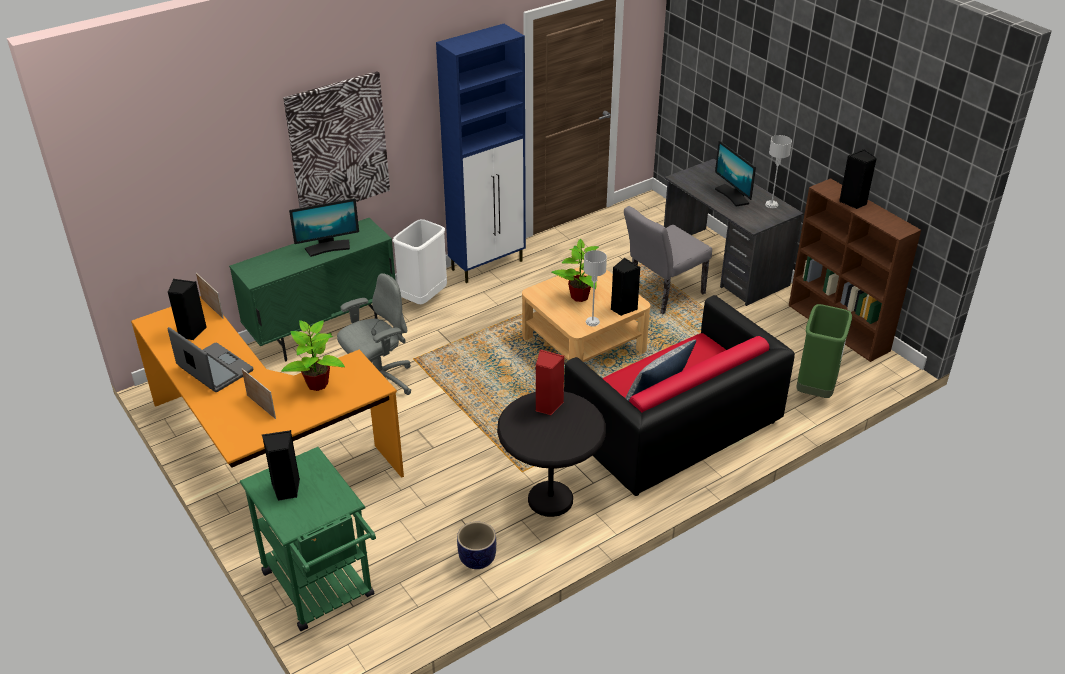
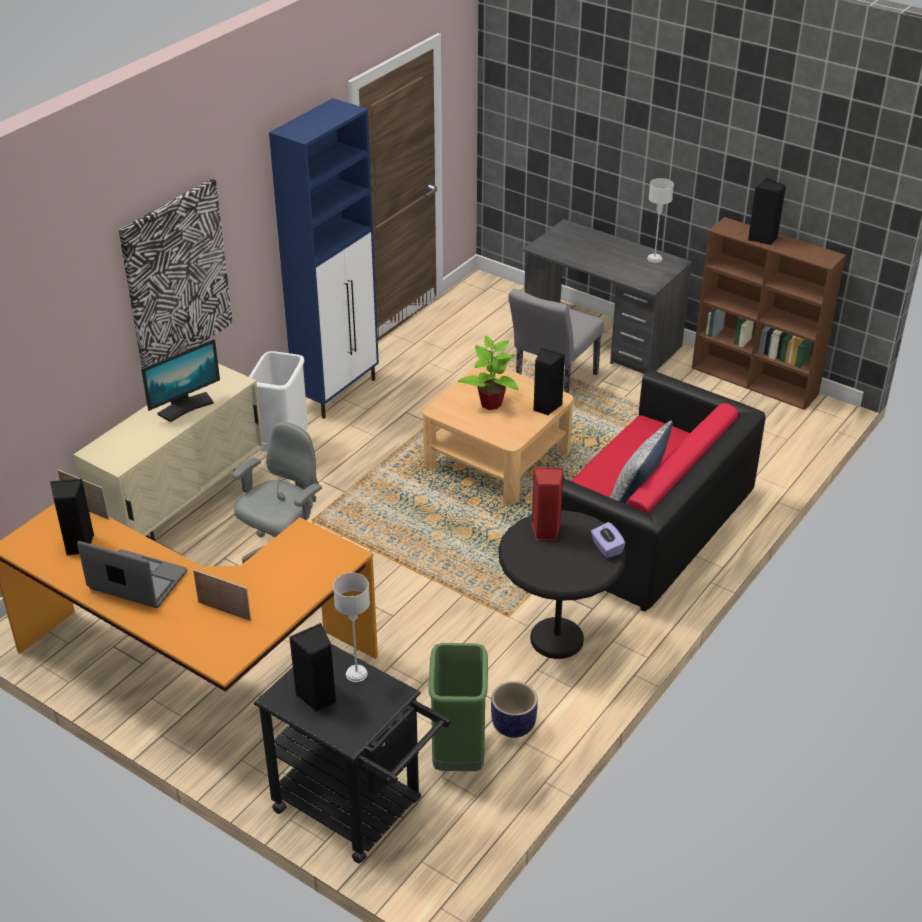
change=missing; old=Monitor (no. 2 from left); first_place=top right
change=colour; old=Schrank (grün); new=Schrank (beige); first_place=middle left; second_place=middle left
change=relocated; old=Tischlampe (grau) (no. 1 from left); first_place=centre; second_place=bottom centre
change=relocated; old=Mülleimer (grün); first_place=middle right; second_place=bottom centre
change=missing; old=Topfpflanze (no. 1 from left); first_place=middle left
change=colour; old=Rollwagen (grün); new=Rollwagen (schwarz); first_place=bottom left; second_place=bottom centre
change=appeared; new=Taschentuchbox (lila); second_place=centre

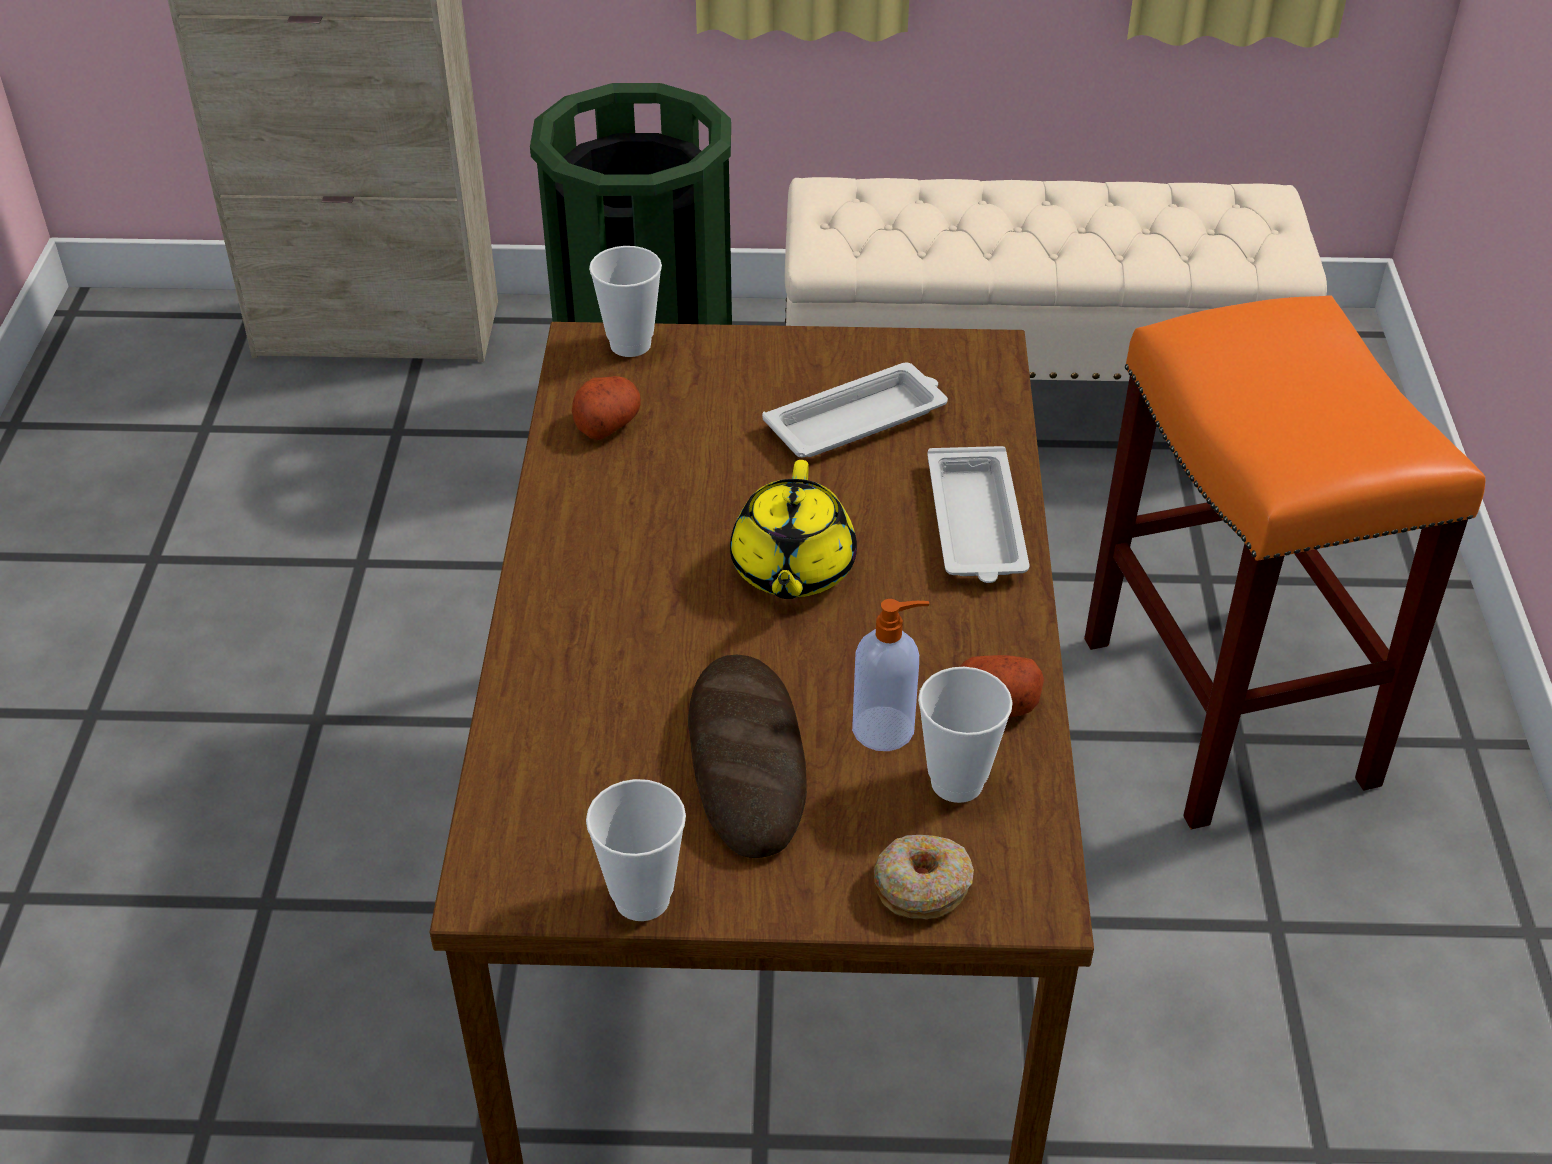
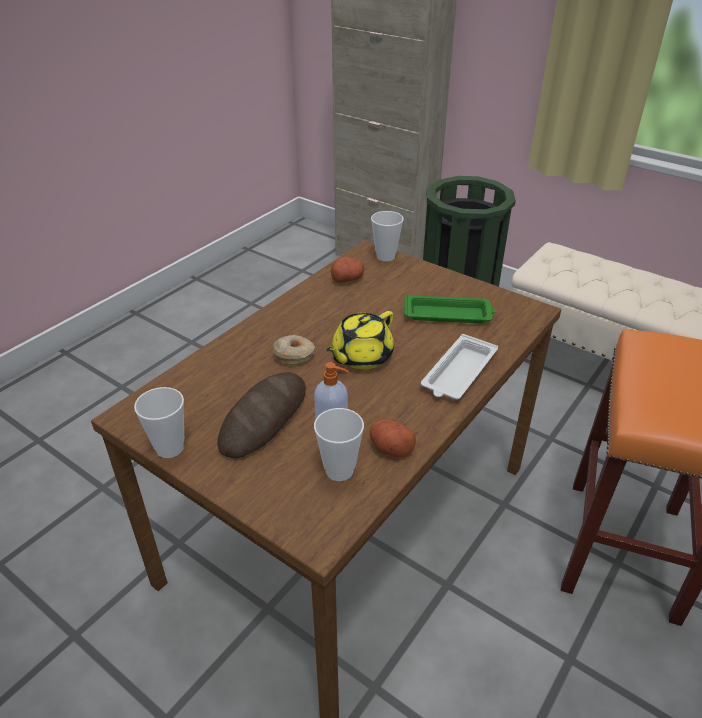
change=colour; old=Tablett (weiß) (no. 1 from left); new=Tablett (grün); first_place=centre; second_place=centre
change=relocated; old=Donut; first_place=bottom centre; second_place=centre

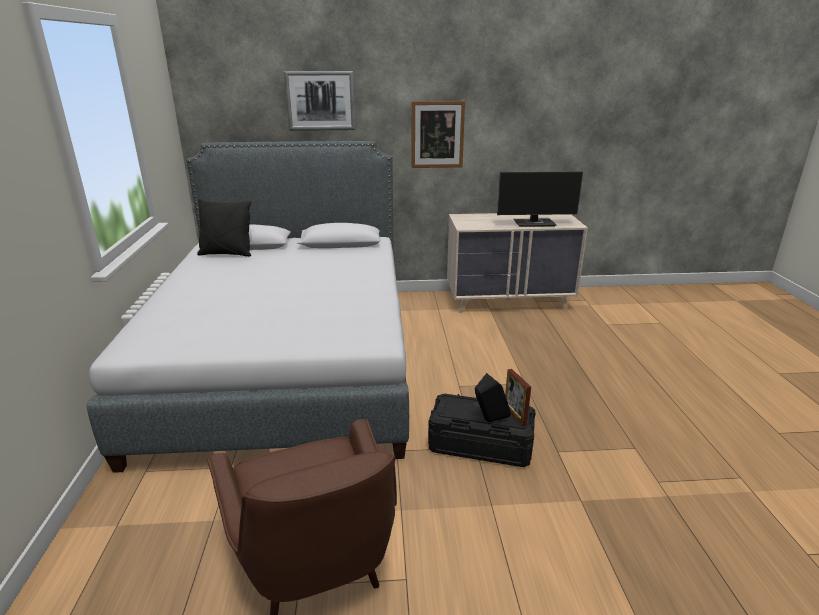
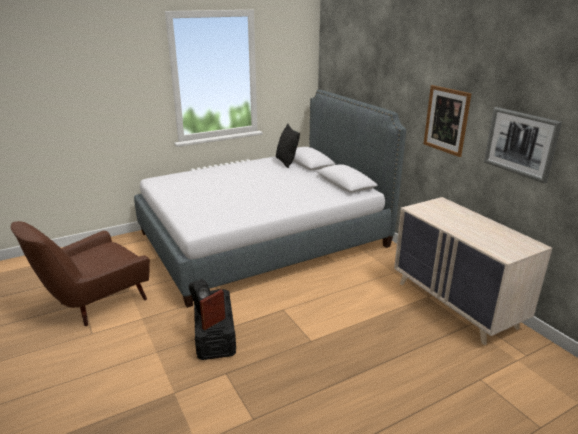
change=relocated; old=Bild (no. 1 from left in the first image); new=Bild (no. 2 from left); first_place=top centre; second_place=middle right
change=missing; old=Monitor; first_place=top centre

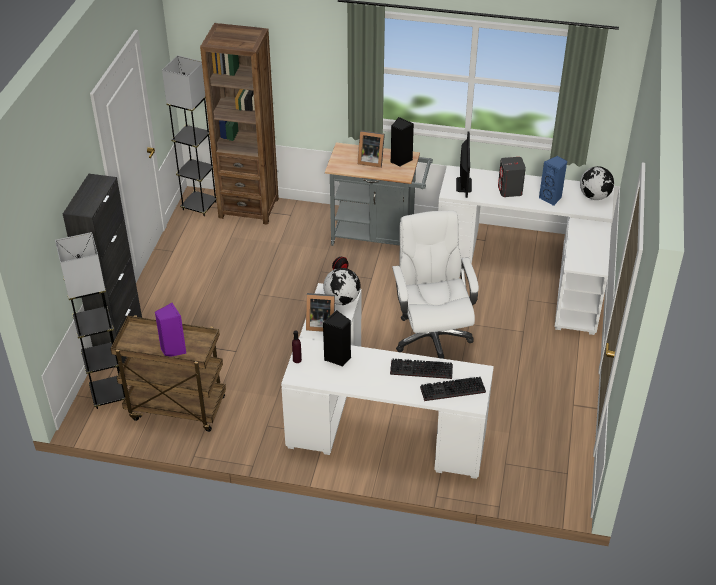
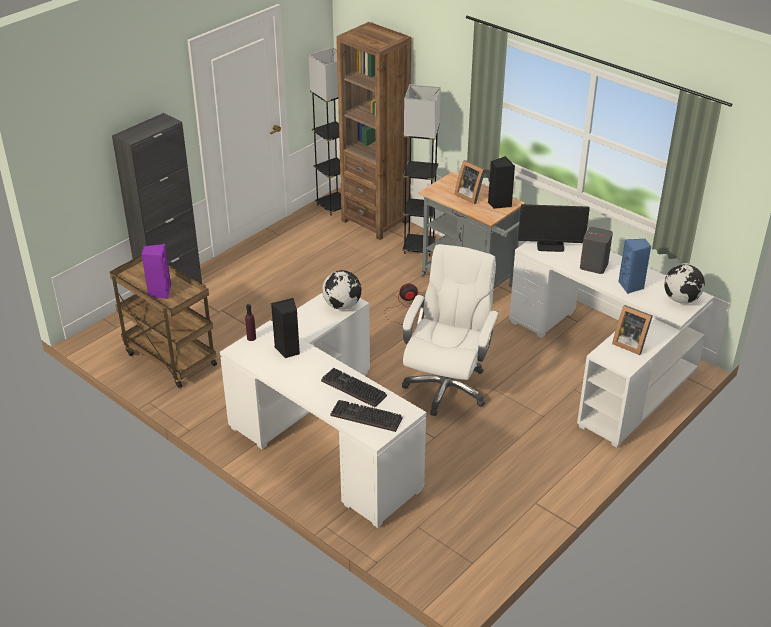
change=spun; old=Monitor; first_place=top centre; second_place=middle right; degrees=60
change=relocated; old=Stehlampe (grau) (no. 1 from left in the first image); new=Stehlampe (grau) (no. 2 from left); first_place=middle left; second_place=top centre
change=relocated; old=Bilderrahmen (no. 1 from left in the first image); new=Bilderrahmen (no. 2 from left); first_place=centre; second_place=middle right

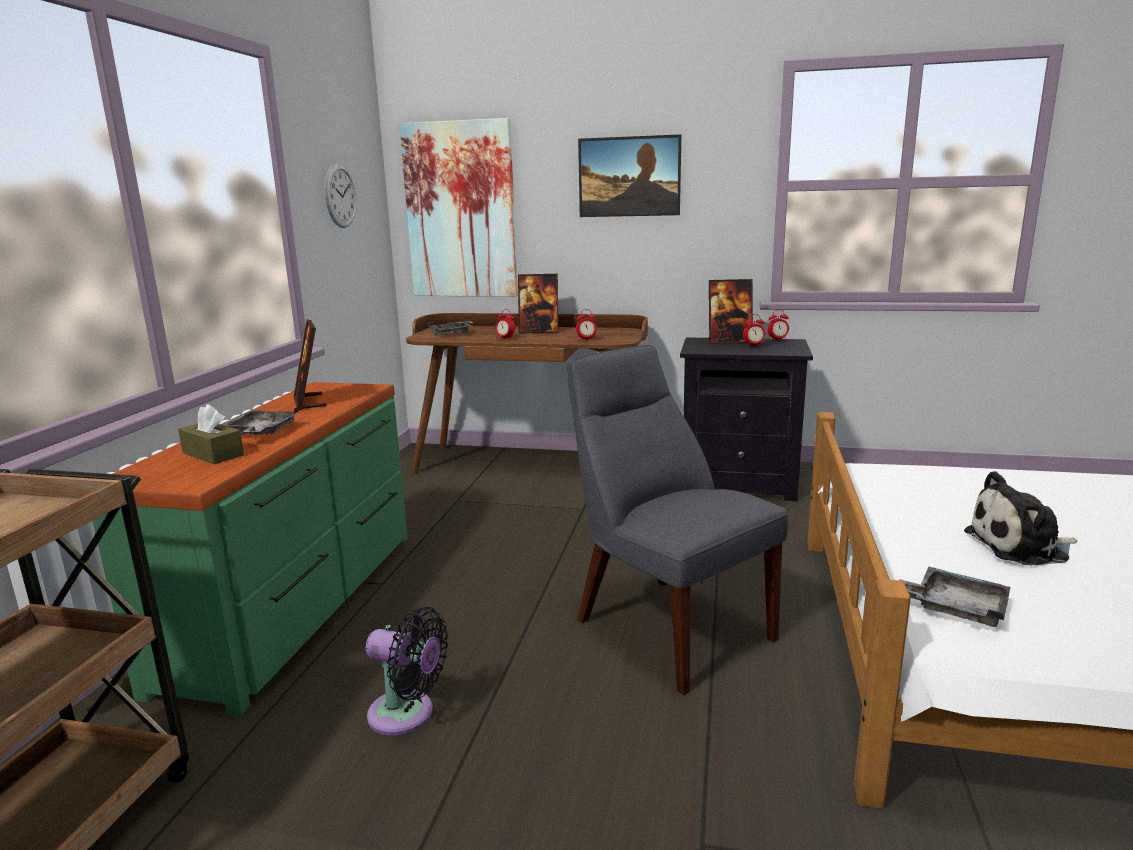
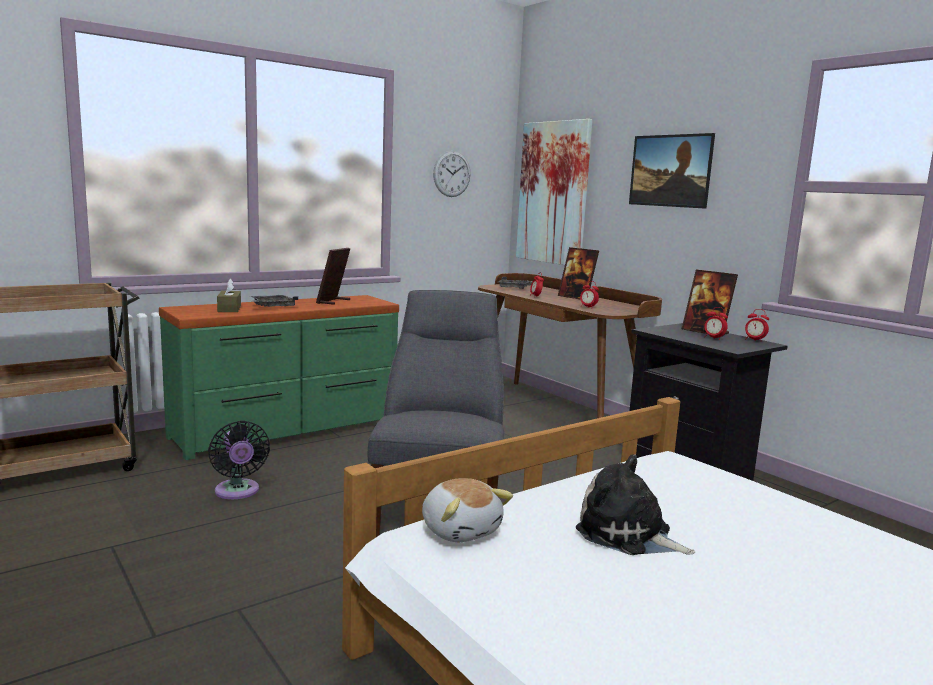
change=exchanged; old=Tablett (grau) (no. 3 from left); new=Plüschtier (no. 1 from left); first_place=bottom right; second_place=bottom centre

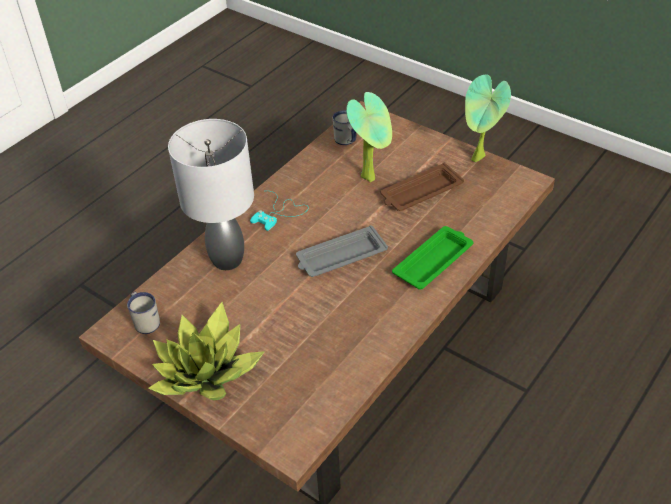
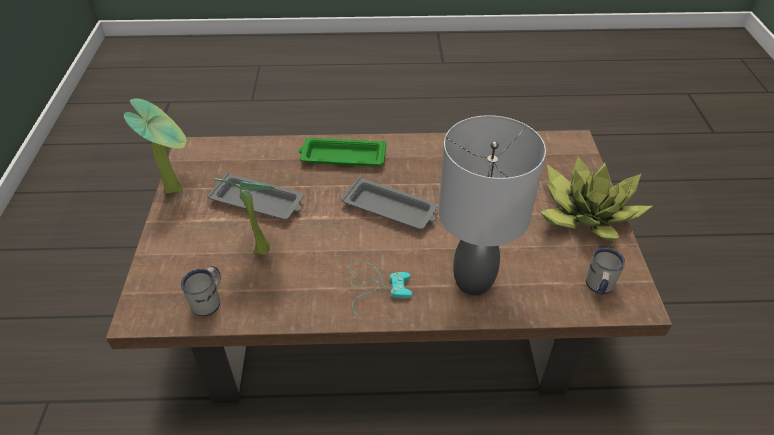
change=colour; old=Tablett (braun); new=Tablett (grau) (no. 1 from left); first_place=centre; second_place=middle left

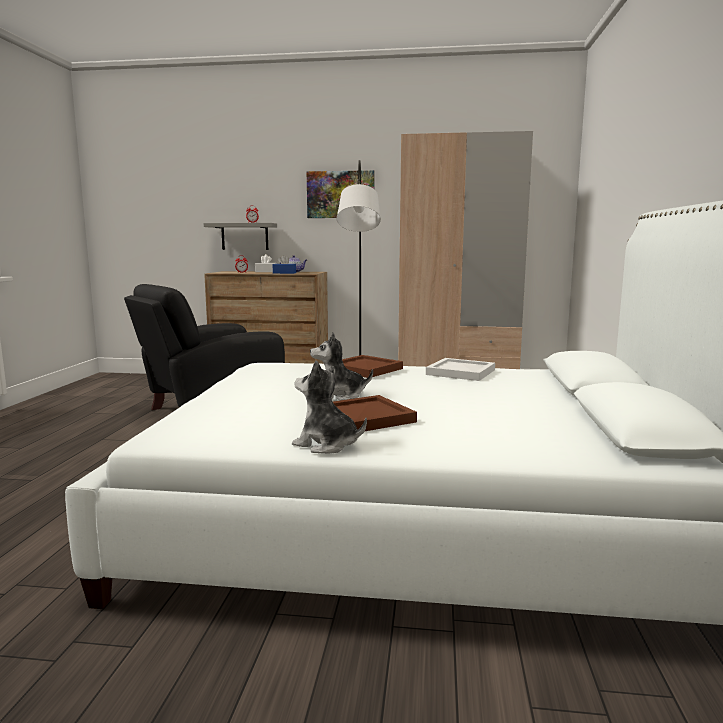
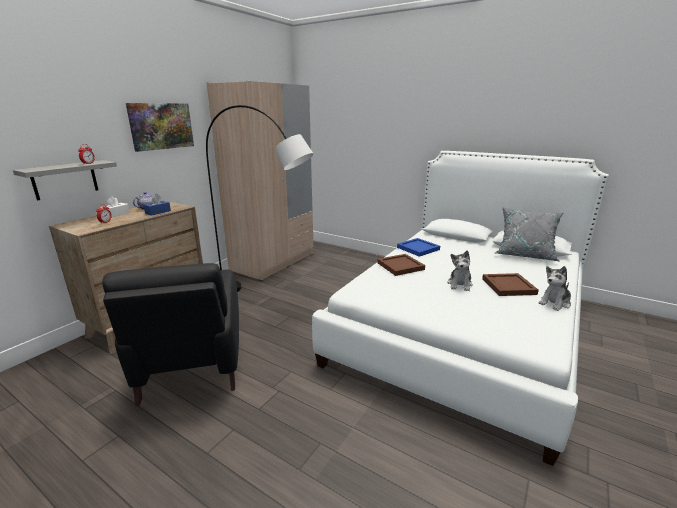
change=colour; old=Tablett (weiß); new=Tablett (blau); first_place=centre; second_place=centre
change=appeared; new=Kissen (grau); second_place=middle right

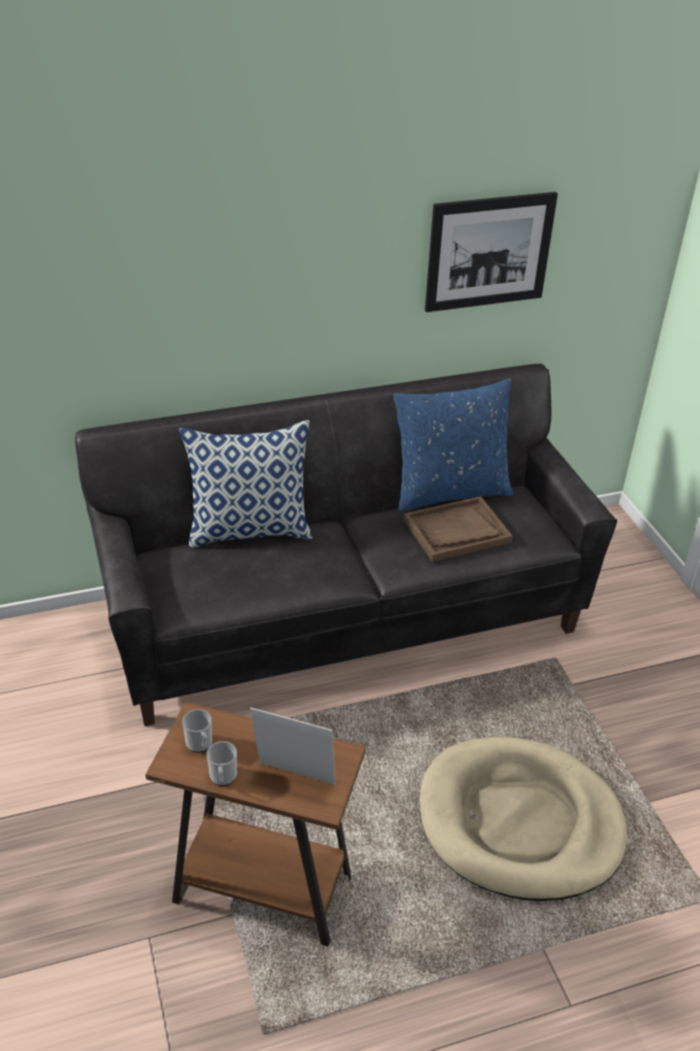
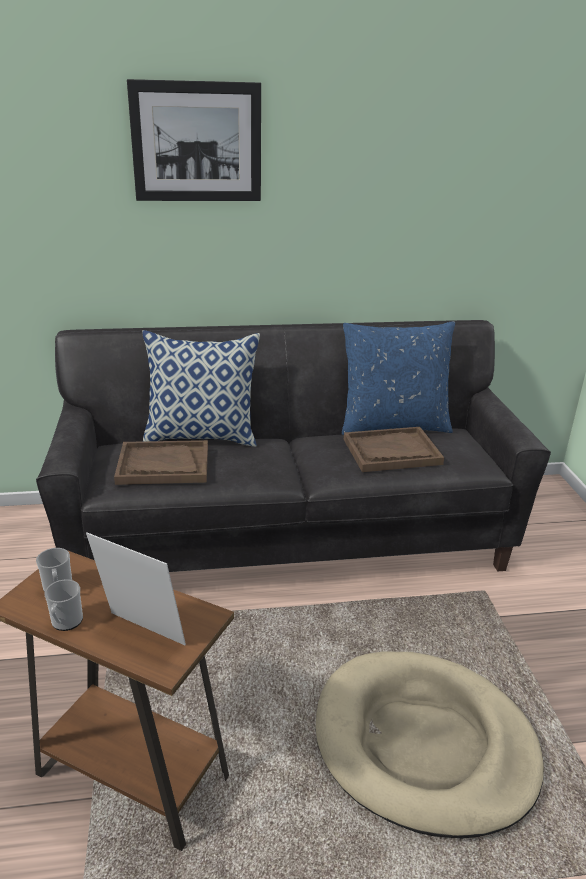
change=relocated; old=Bild; first_place=top right; second_place=top left
change=appeared; new=Tablett (braun) (no. 1 from left); second_place=middle left

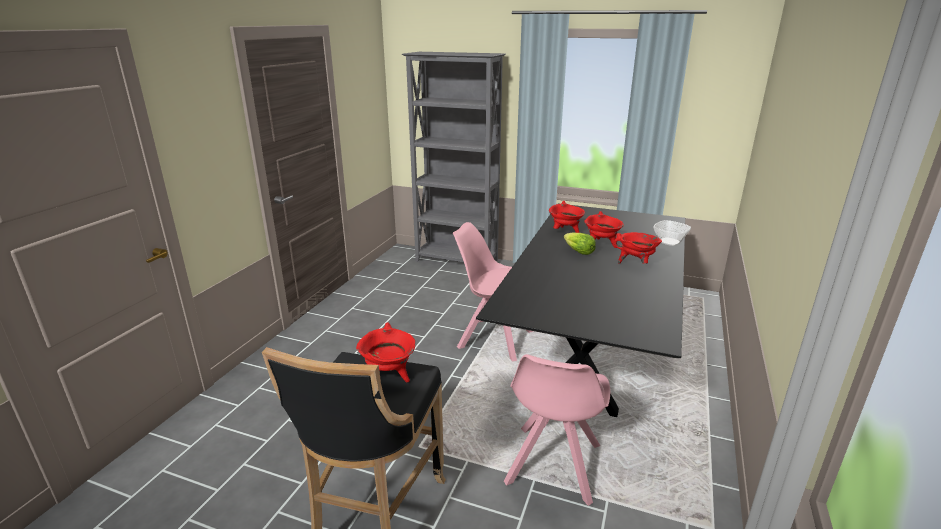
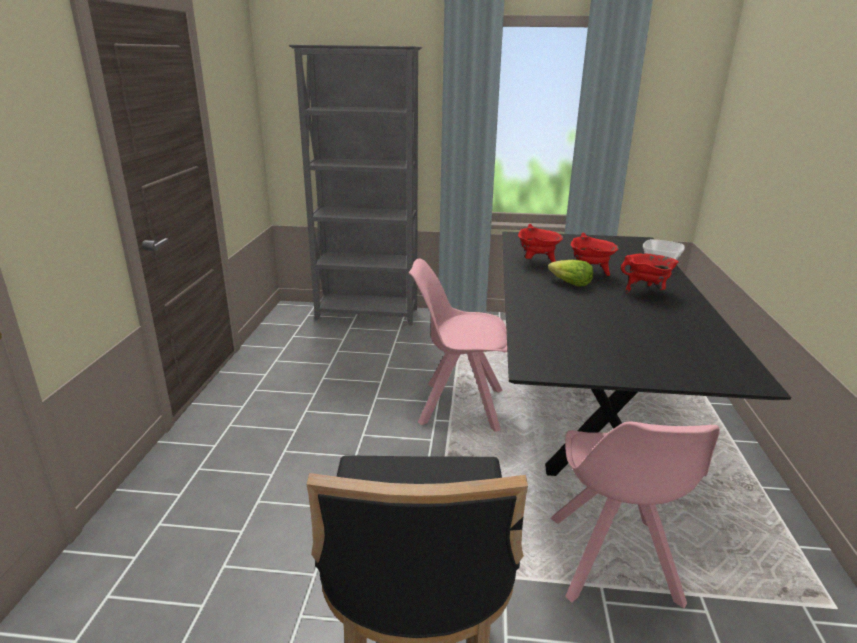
change=missing; old=Kochtopf (rot) (no. 1 from left); first_place=centre

